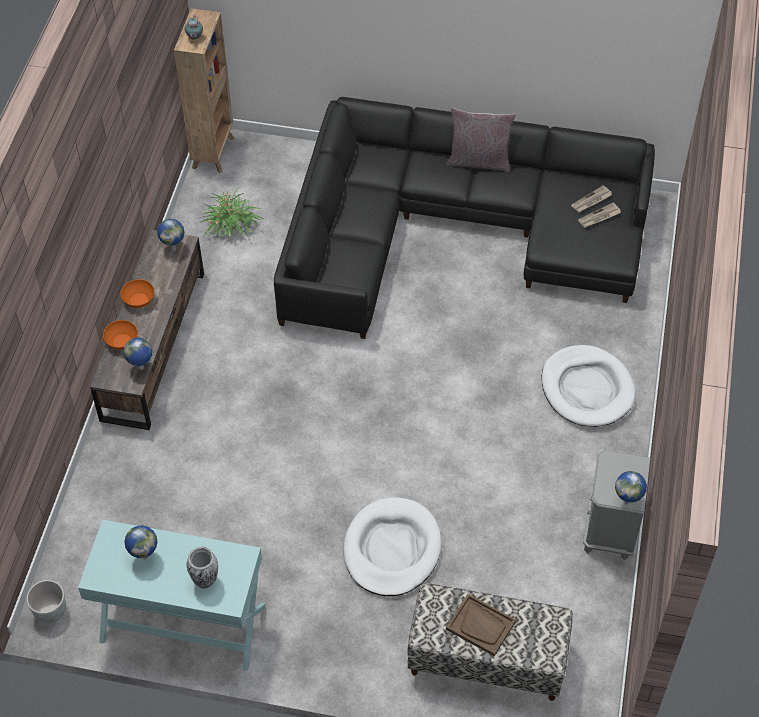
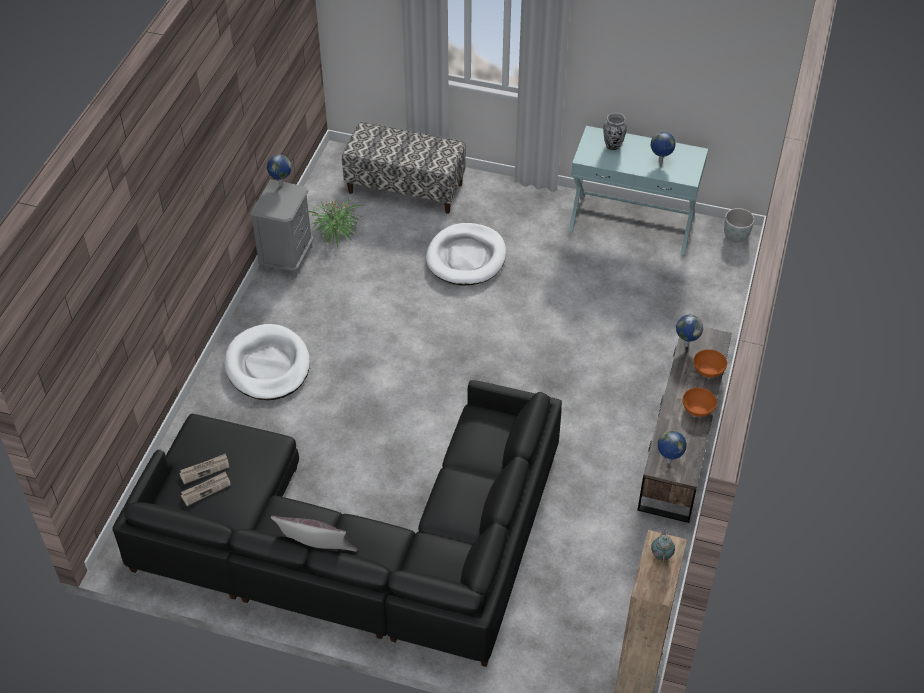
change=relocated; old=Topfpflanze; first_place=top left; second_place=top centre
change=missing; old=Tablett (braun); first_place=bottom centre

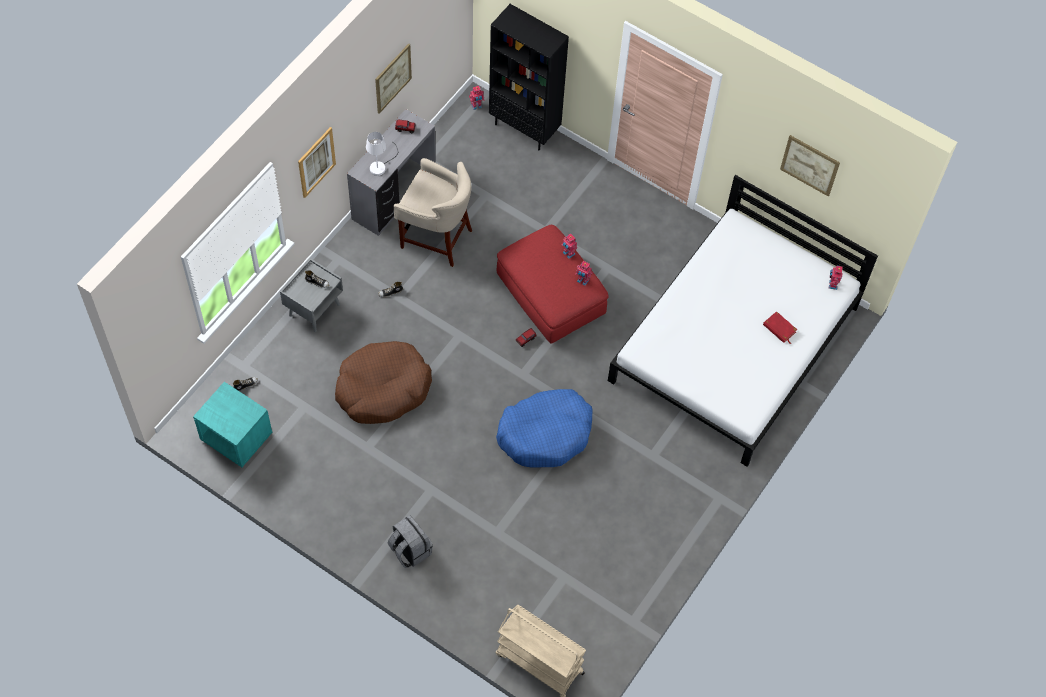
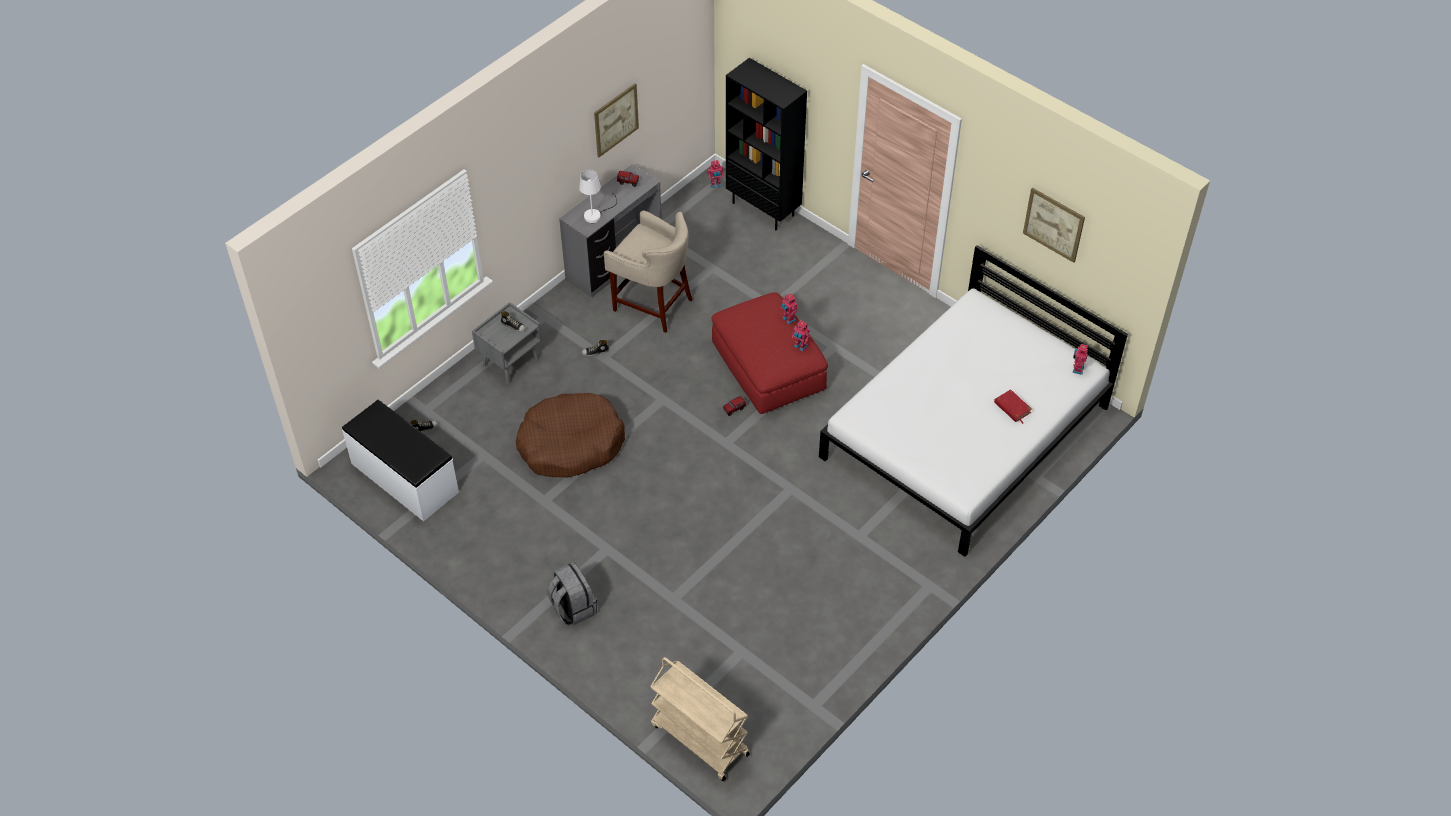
change=missing; old=Bild (no. 1 from left); first_place=top left
change=exchanged; old=Nachttisch (türkis); new=Bank (weiß); first_place=middle left; second_place=middle left
change=missing; old=Hundebett (blau); first_place=centre

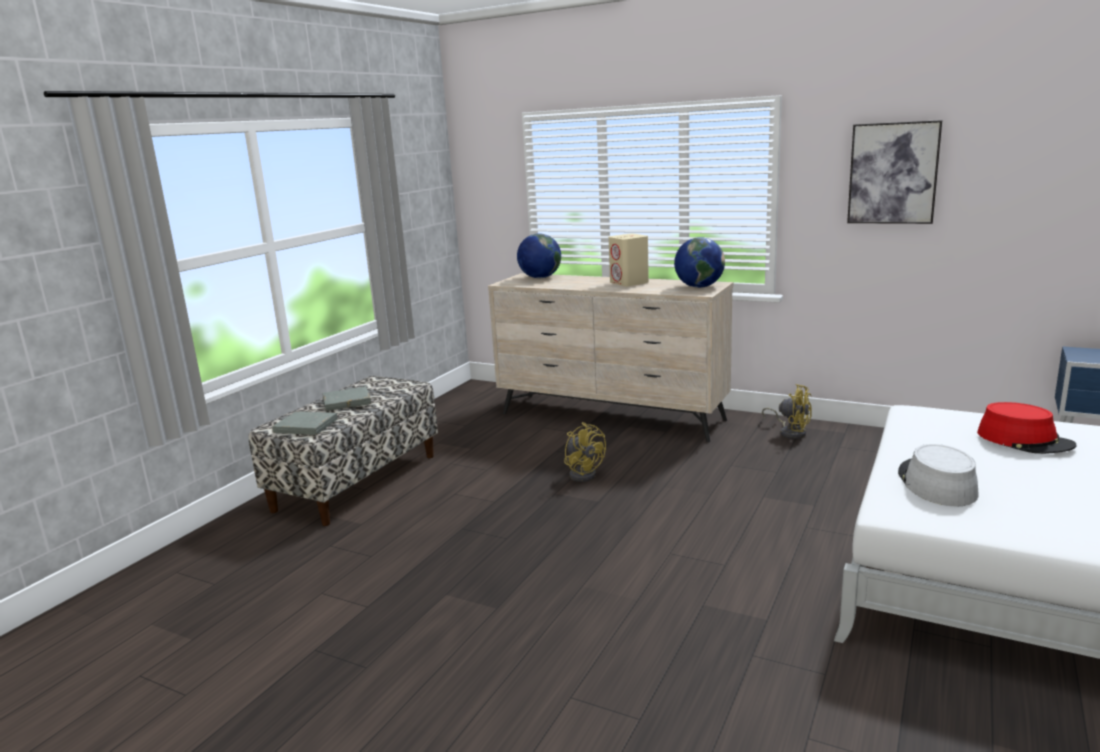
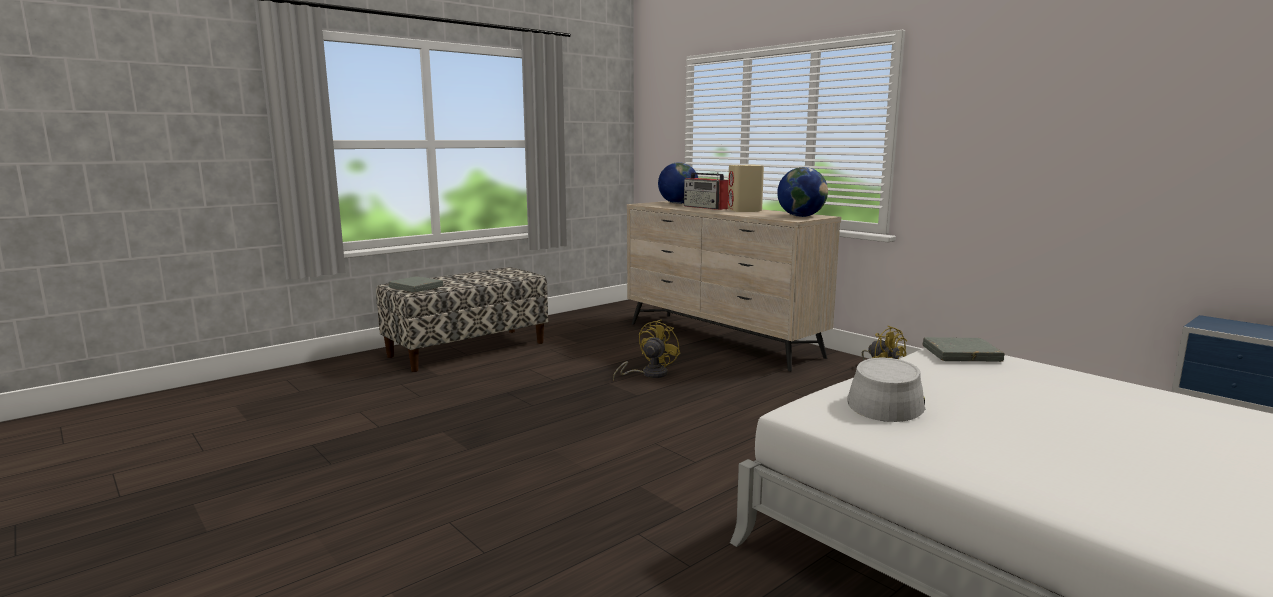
change=missing; old=Bild; first_place=top right
change=relocated; old=Buch (grau) (no. 2 from left); first_place=middle left; second_place=middle right
change=missing; old=Hut (rot); first_place=middle right
change=spun; old=Ventilator (gelb) (no. 1 from left); first_place=centre; second_place=centre; degrees=-135
change=appeared; new=Radio; second_place=top centre

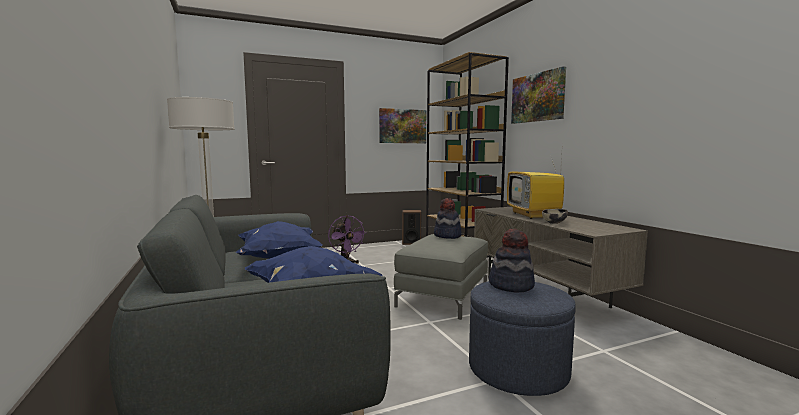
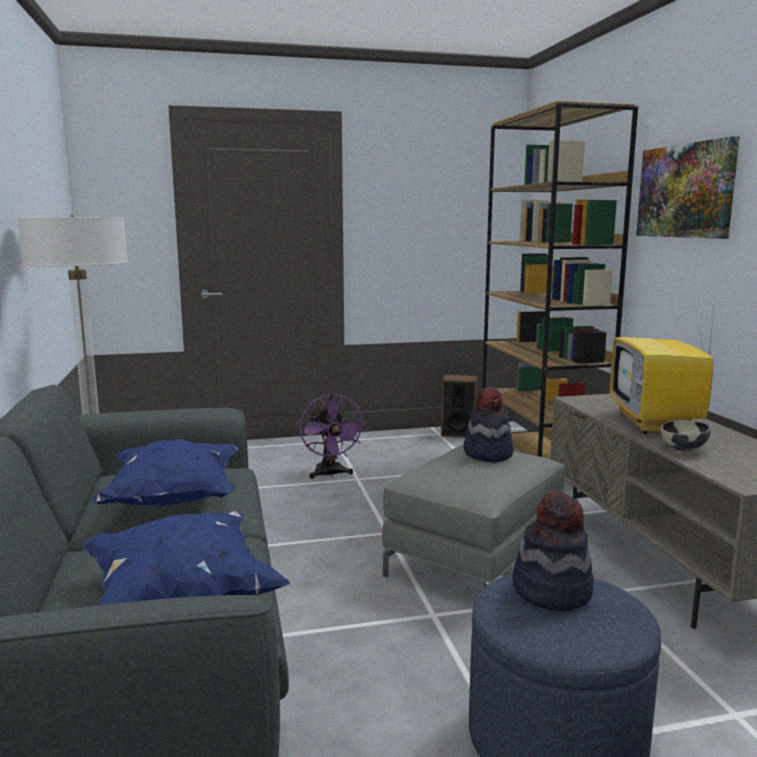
change=missing; old=Bild (no. 1 from left); first_place=top centre

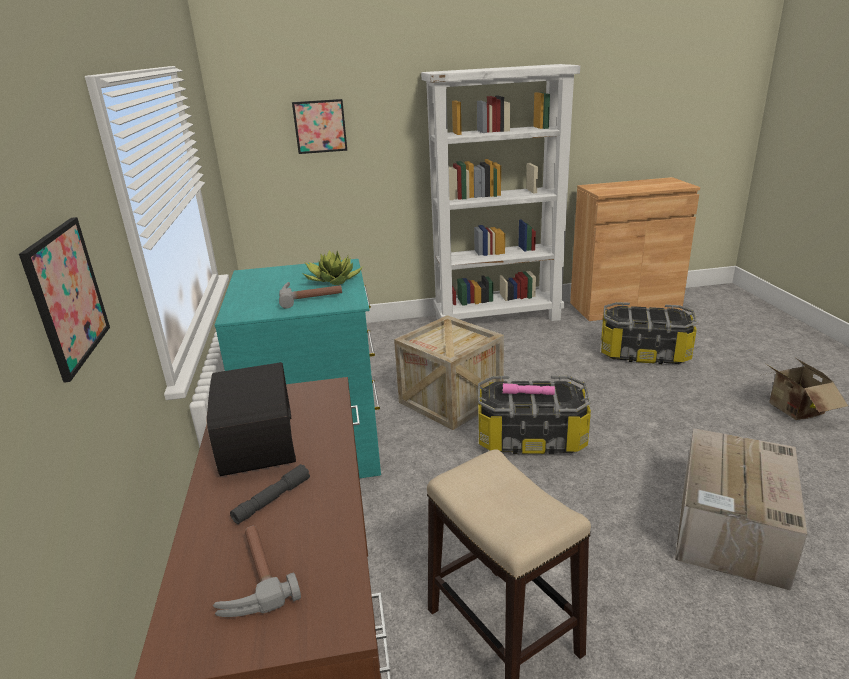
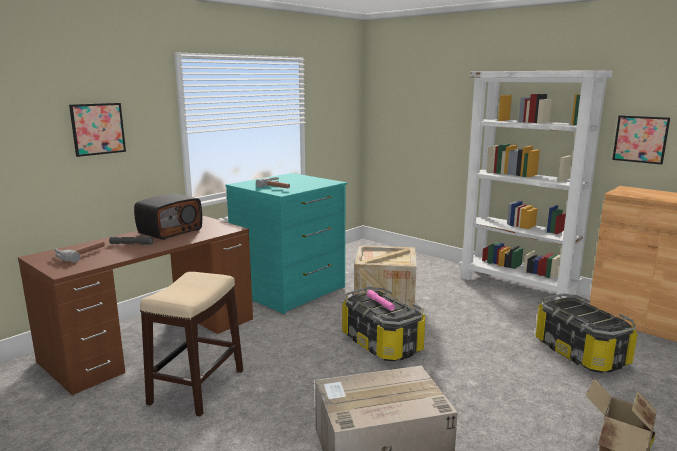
change=relocated; old=Bild (no. 2 from left); first_place=top centre; second_place=top right
change=missing; old=Topfpflanze; first_place=centre

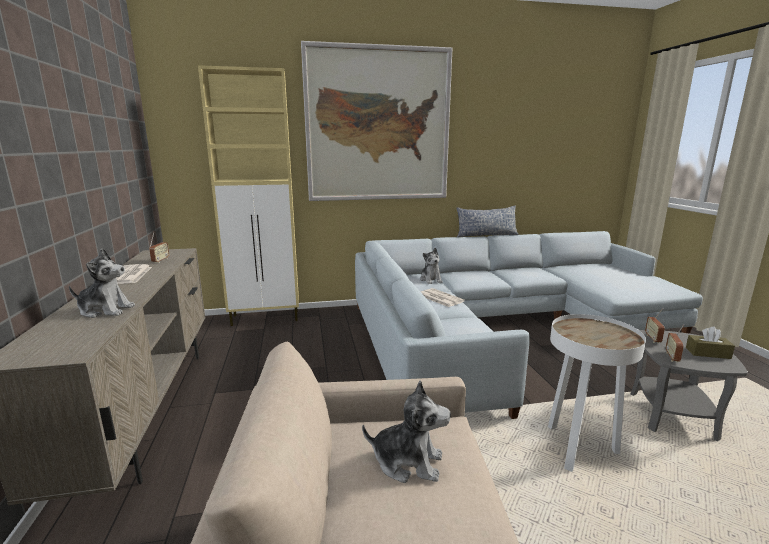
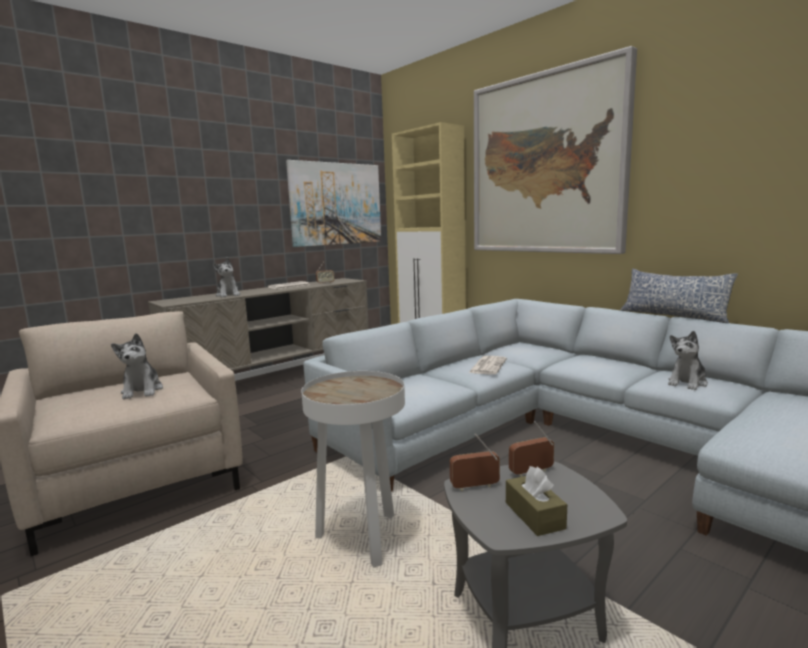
change=relocated; old=Plüschtier (no. 3 from left); first_place=centre; second_place=middle right
change=appeared; new=Bild (no. 1 from left); second_place=top centre

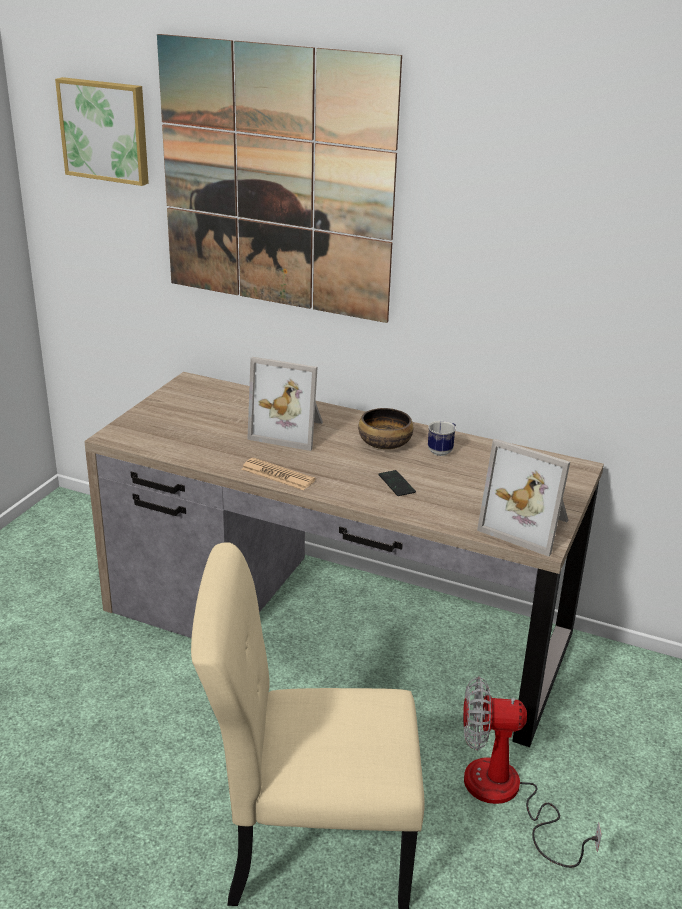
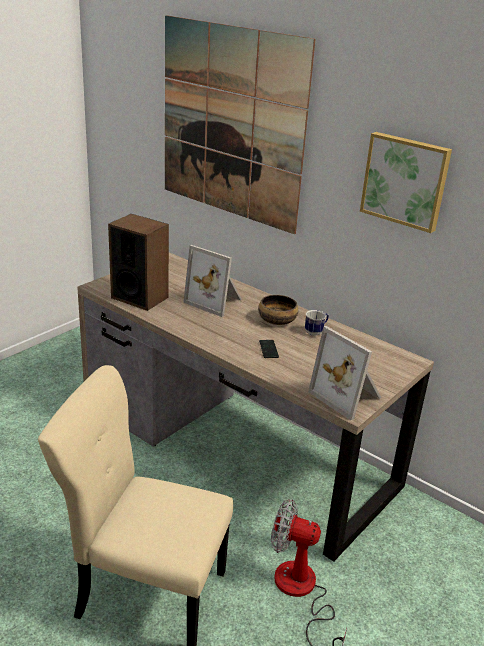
change=relocated; old=Bild (no. 1 from left in the first image); new=Bild (no. 2 from left); first_place=top left; second_place=top right
change=missing; old=Zeitung; first_place=centre
change=appeared; new=Lautsprecher; second_place=middle left

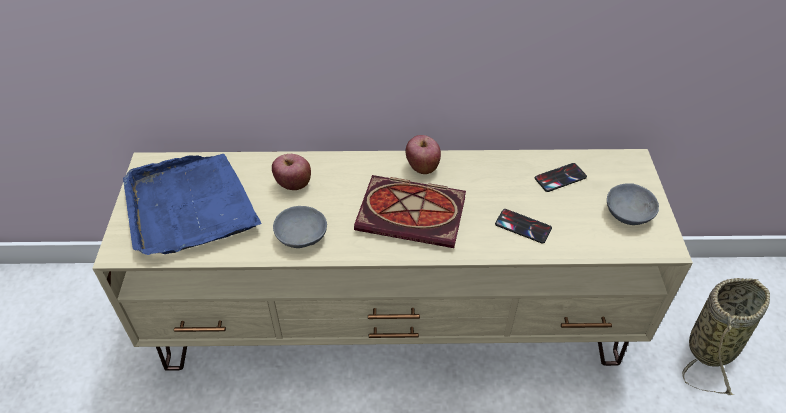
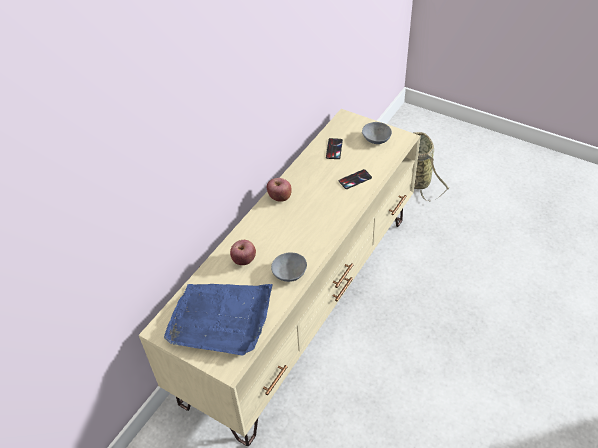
change=missing; old=Buch; first_place=centre

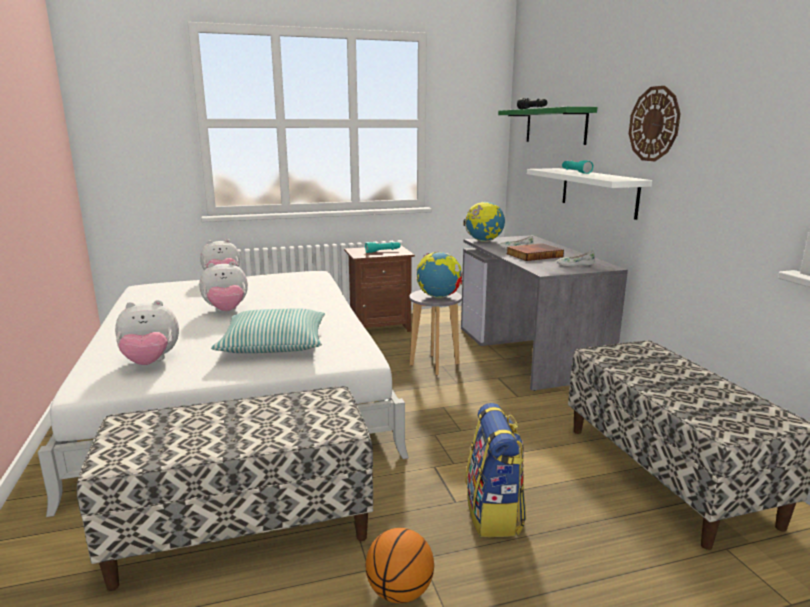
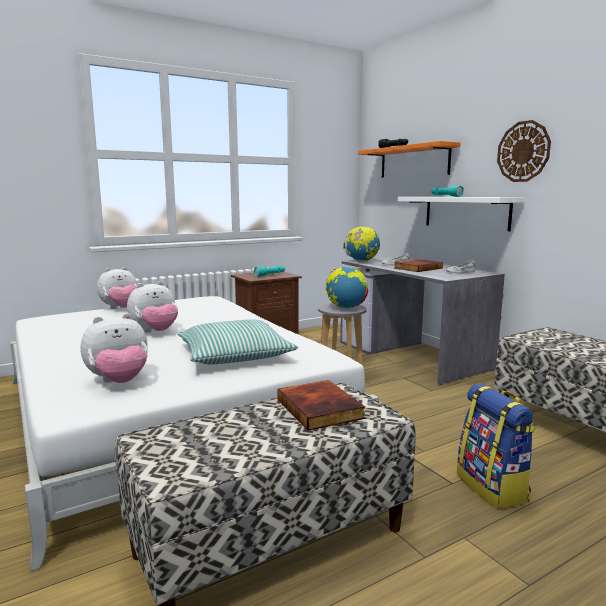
change=colour; old=Wandregal (grün); new=Wandregal (orange); first_place=top right; second_place=top right
change=missing; old=Basketball; first_place=bottom centre
change=appeared; new=Buch (no. 1 from left); second_place=bottom centre

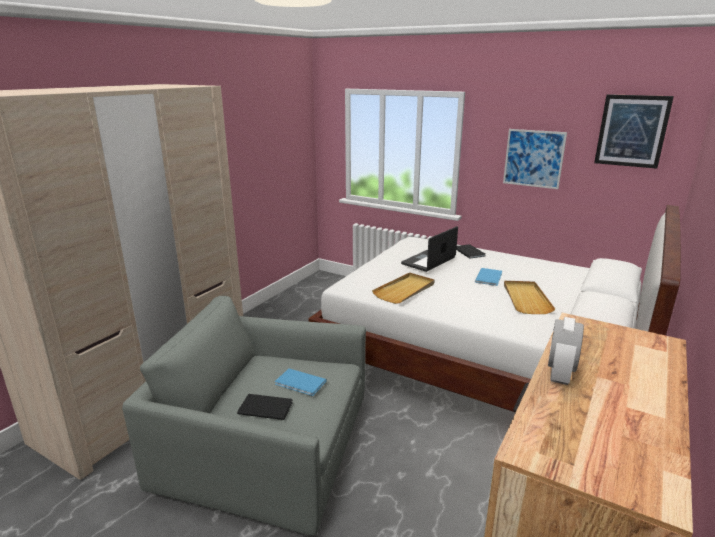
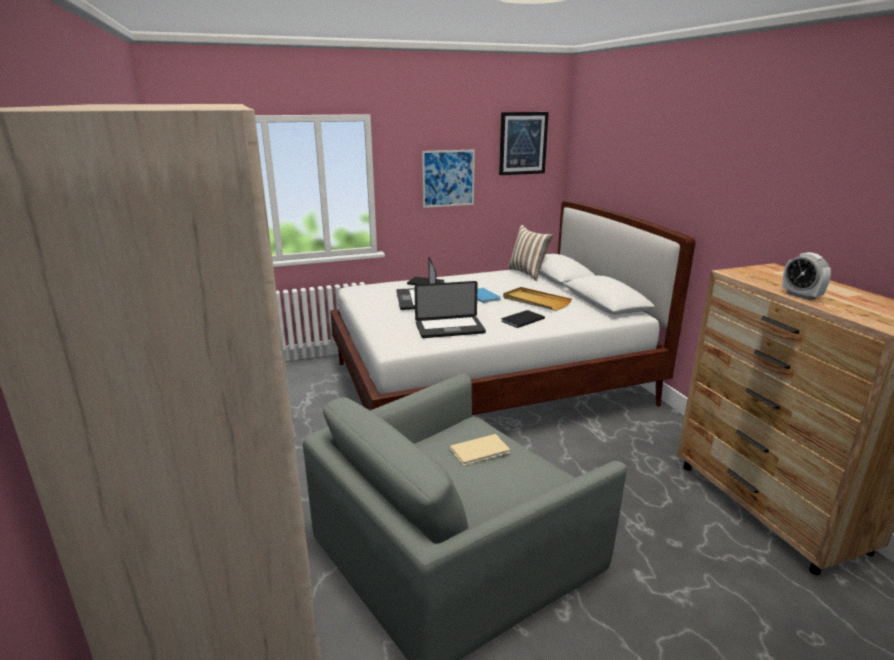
change=exchanged; old=Tablett (beige) (no. 1 from left); new=Laptop (no. 2 from left); first_place=centre; second_place=centre
change=colour; old=Buch (blau) (no. 1 from left); new=Buch (beige); first_place=bottom centre; second_place=bottom centre
change=relocated; old=Buch (schwarz) (no. 1 from left in the first image); new=Buch (schwarz) (no. 2 from left); first_place=bottom centre; second_place=centre
change=appeared; new=Kissen; second_place=centre

